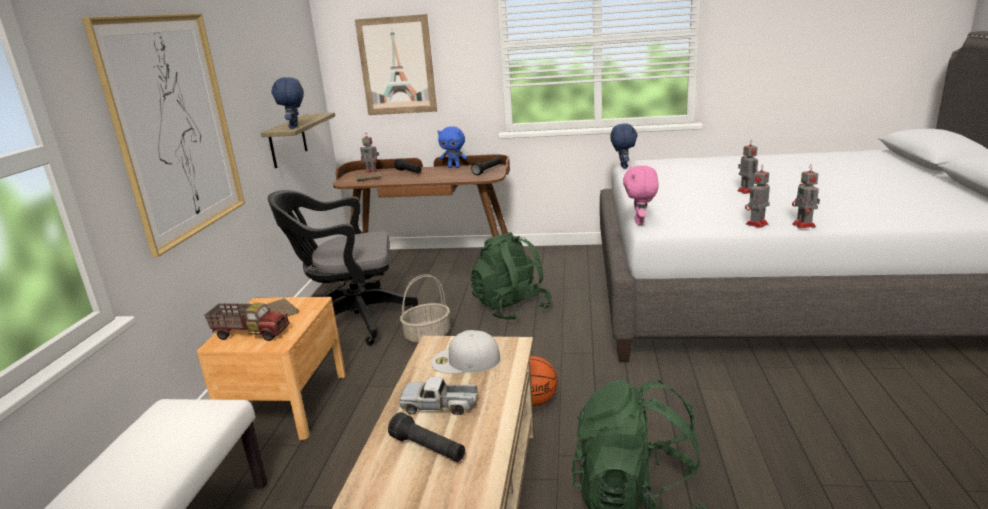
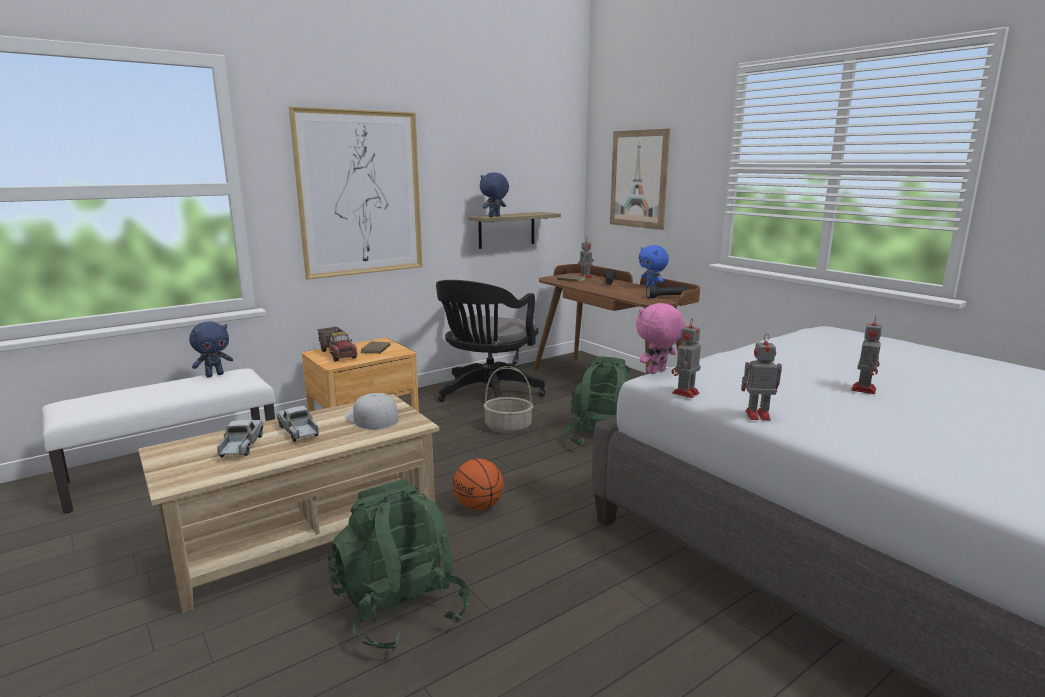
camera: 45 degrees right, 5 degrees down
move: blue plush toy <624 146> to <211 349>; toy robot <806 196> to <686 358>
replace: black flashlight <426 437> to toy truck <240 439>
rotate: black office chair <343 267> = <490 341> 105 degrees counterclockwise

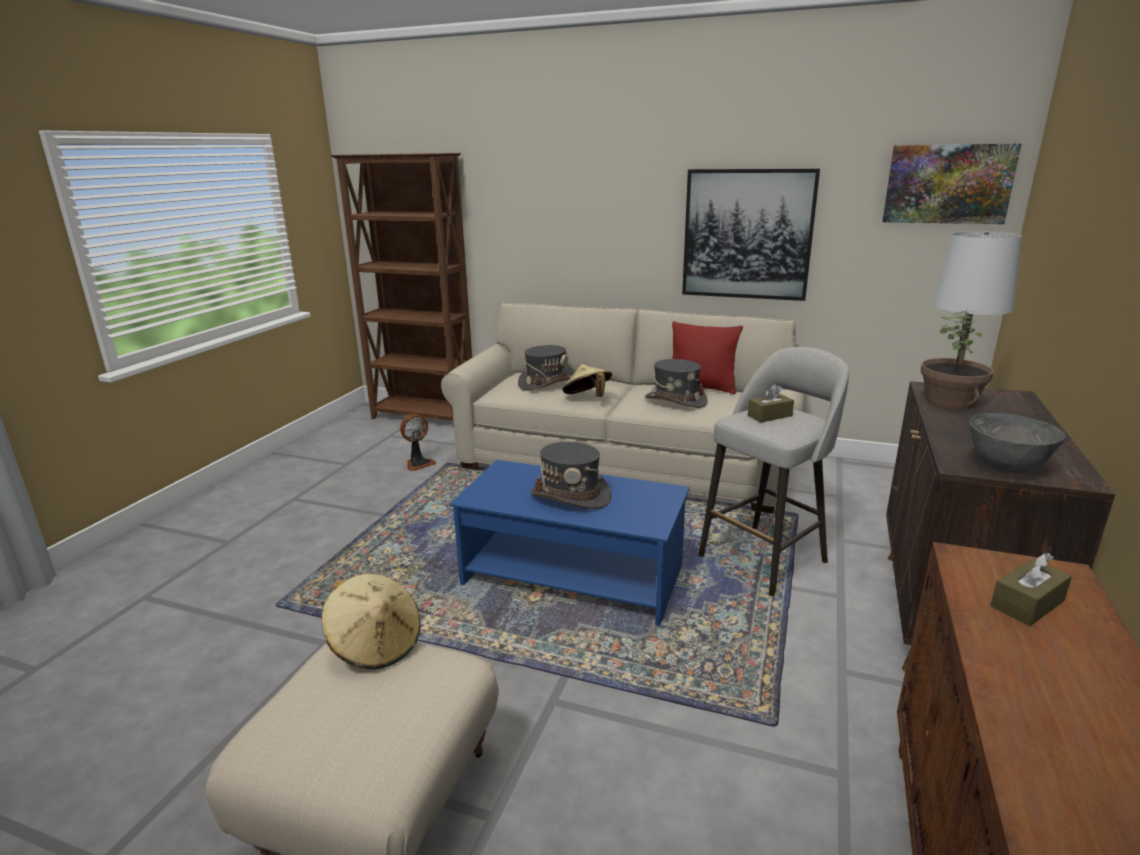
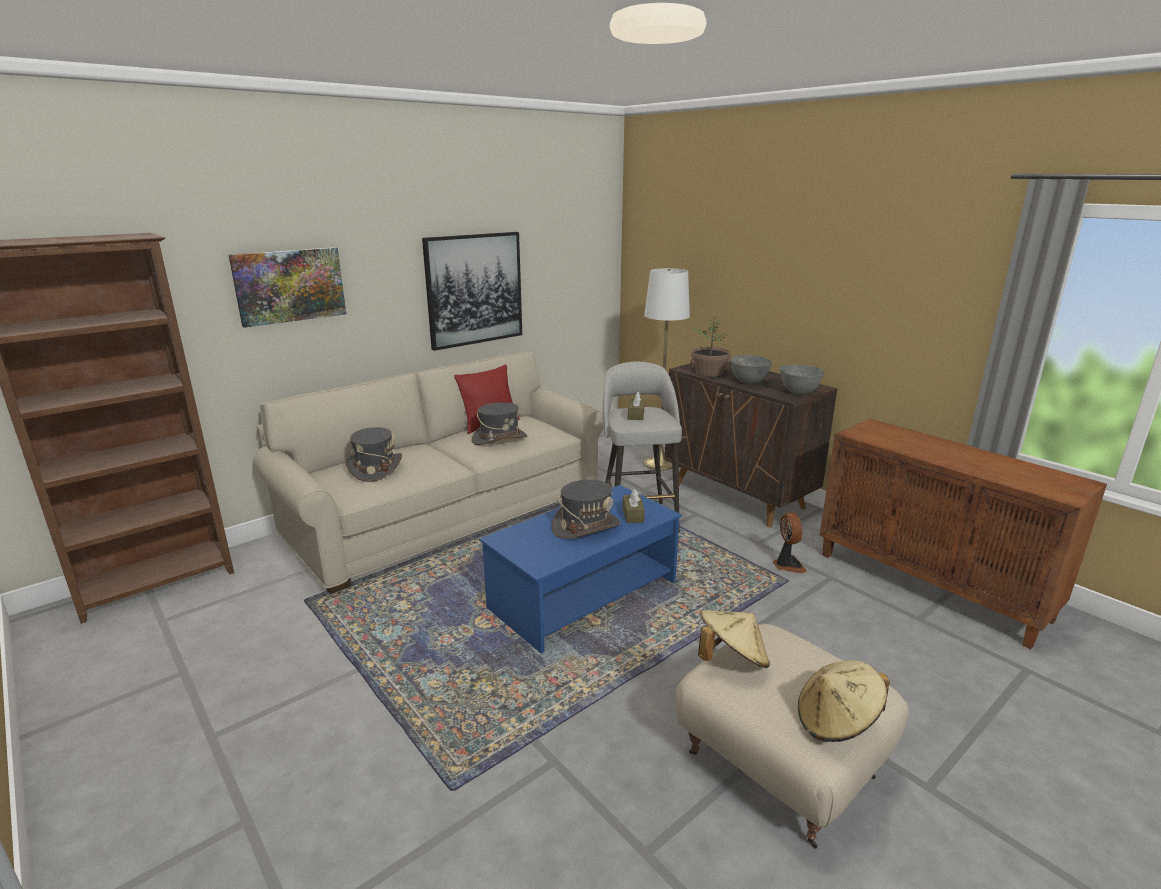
camera: 60 degrees left, 0 degrees up
insert: grey bowl <751 369>
move: picture <952 183> to <287 287>; beige hat <587 380> to <844 701>; fan <418 442> to <790 542>; brown tissue box <1031 589> to <634 506>

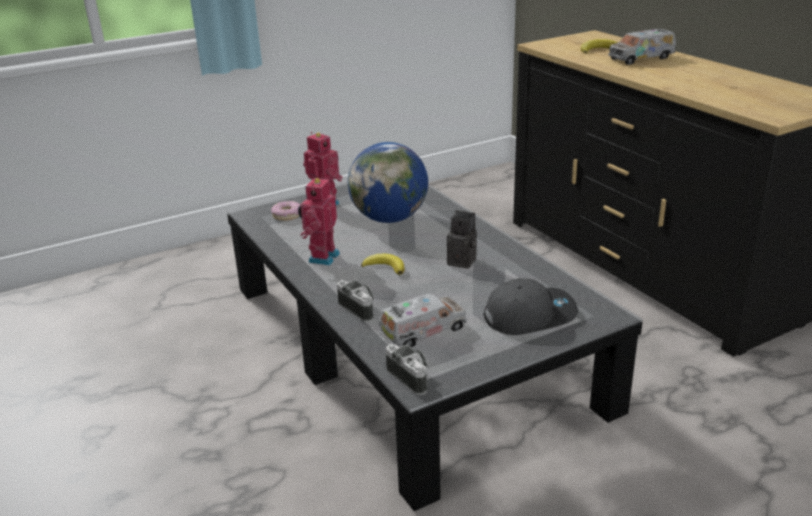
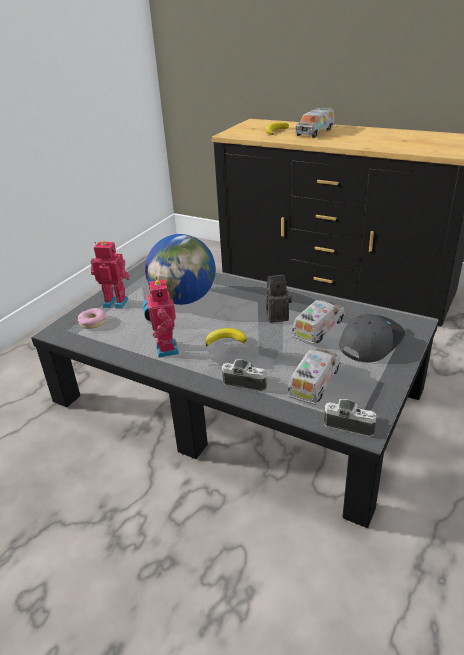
camera: 30 degrees left, 5 degrees up
insert: toy truck <318 322>

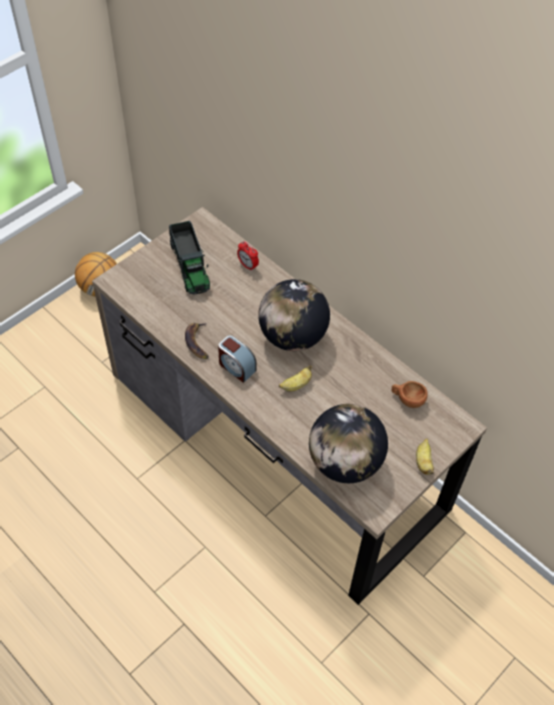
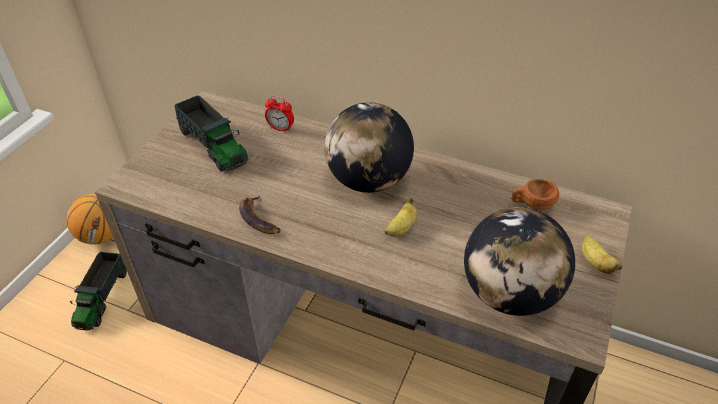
camera: 20 degrees left, 10 degrees down
delete: alarm clock <237 359>
insert: toy truck <98 291>

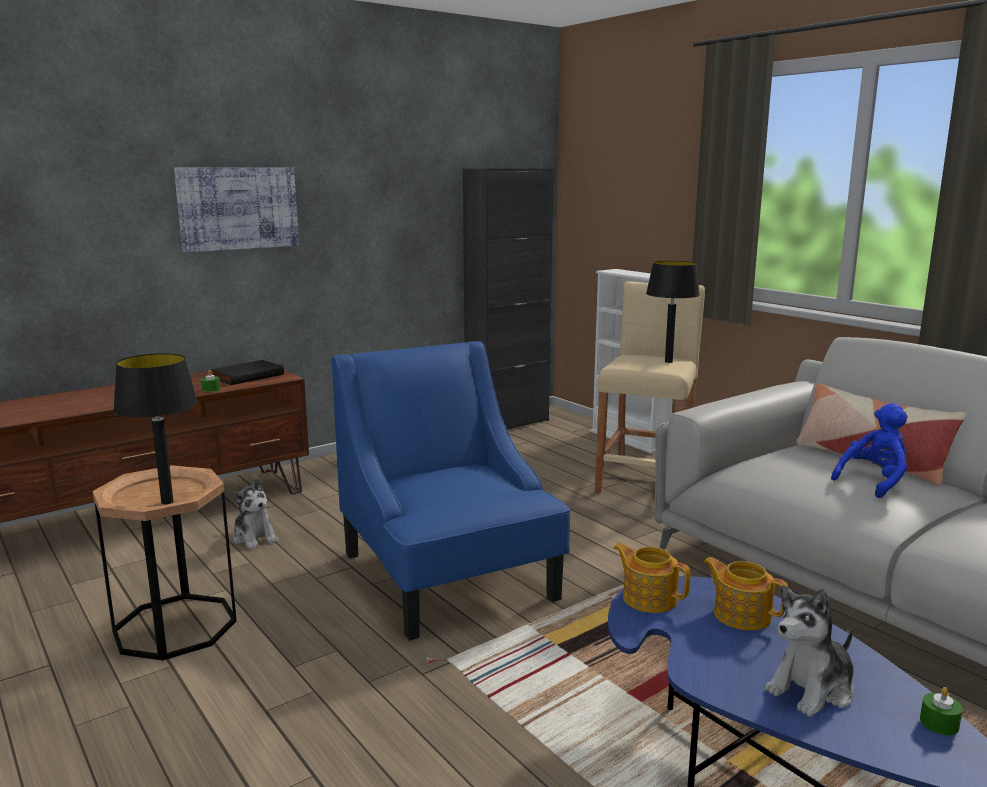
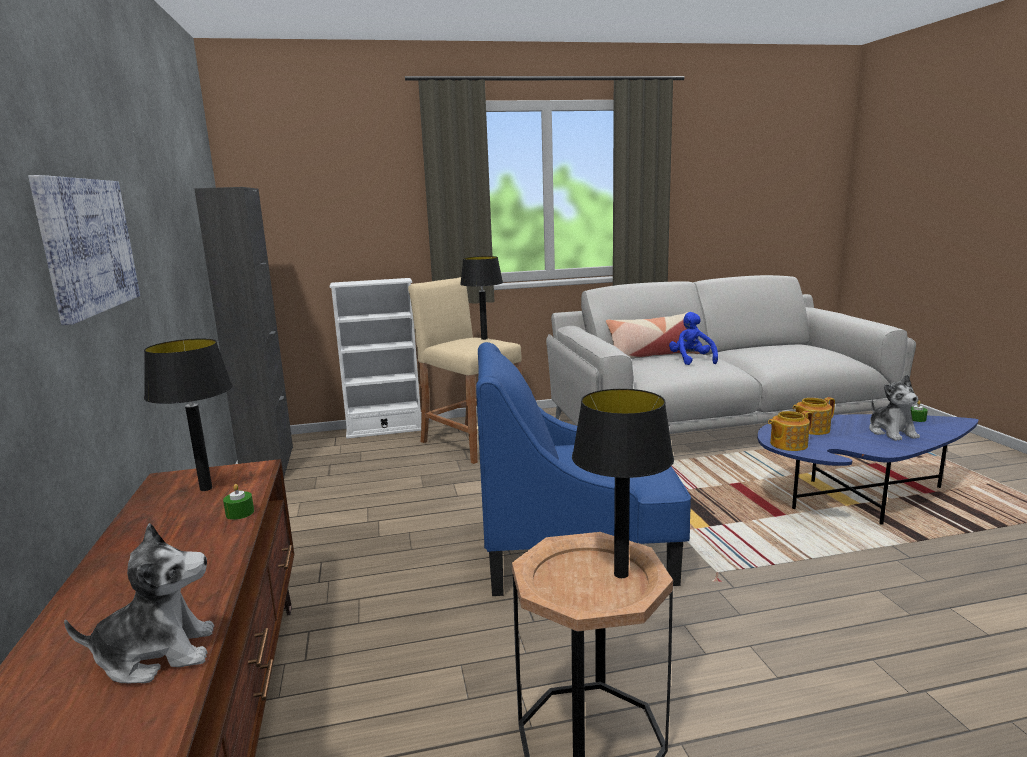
camera: 65 degrees left, 0 degrees up
move: plush toy <255 513> to <139 603>
replace: black book <247 372> to black table lamp <188 415>

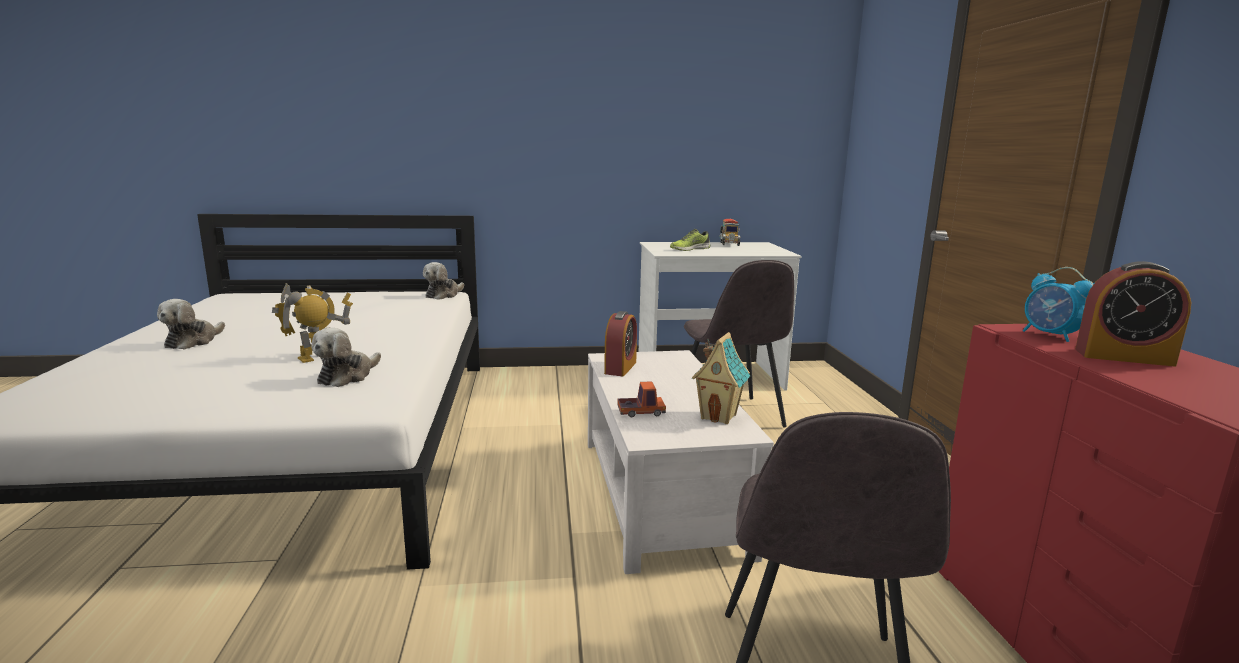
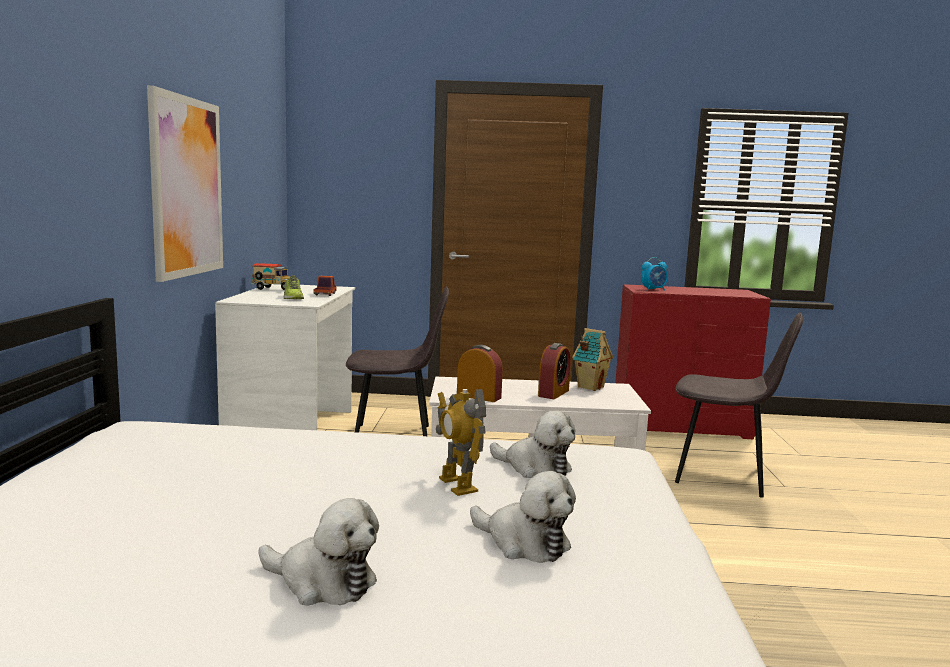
camera: 80 degrees left, 5 degrees down
insert: picture <185 183>
move: alarm clock <1133 314> to <554 371>; plush toy <443 280> to <523 517>; toy truck <641 399> to <325 286>

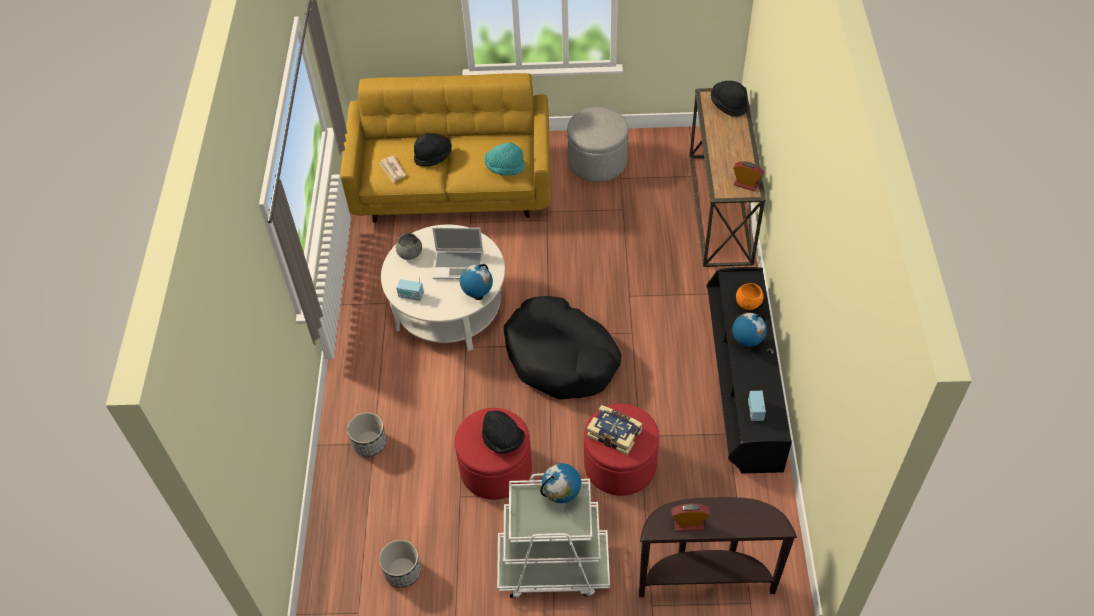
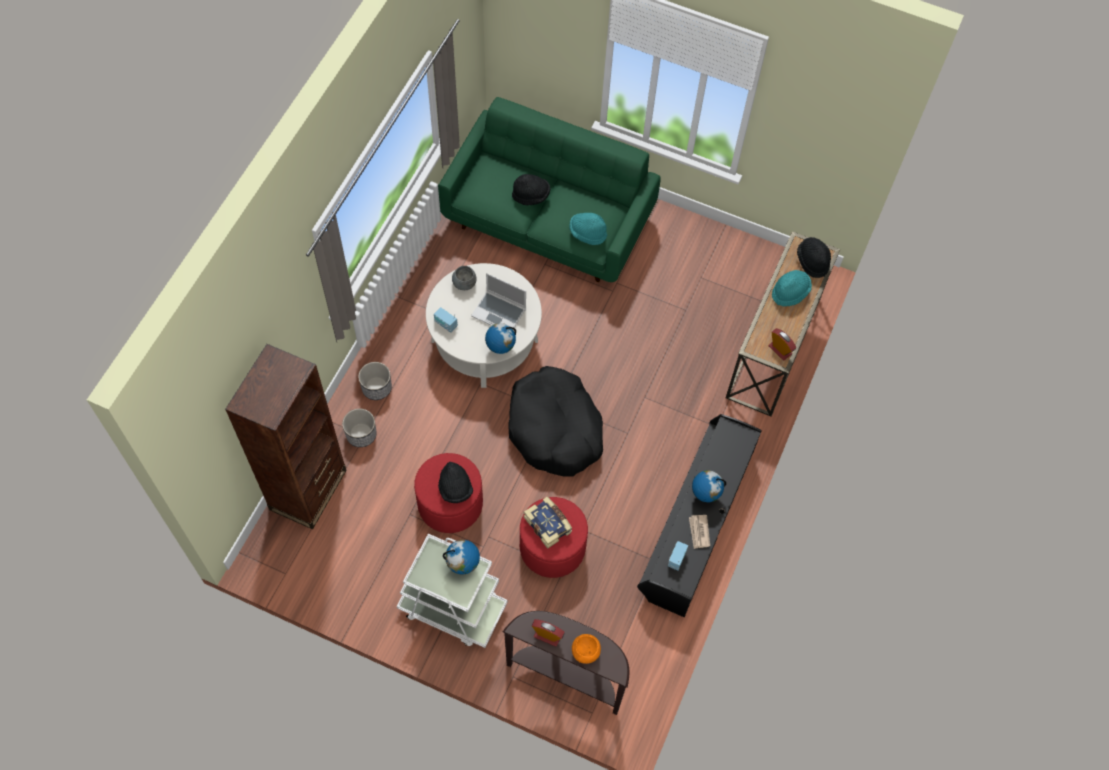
camera: 20 degrees right, 10 degrees up
delete: grey ottoman <597 144>
insert: turquoise hat <792 288>; brown bookcase <286 436>
move: newspaper <392 168> to <699 532>; orange bowl <750 296> to <586 649>; planter <400 564> to <375 381>
recolor: yellow sofa <445 148> to green sofa <549 189>

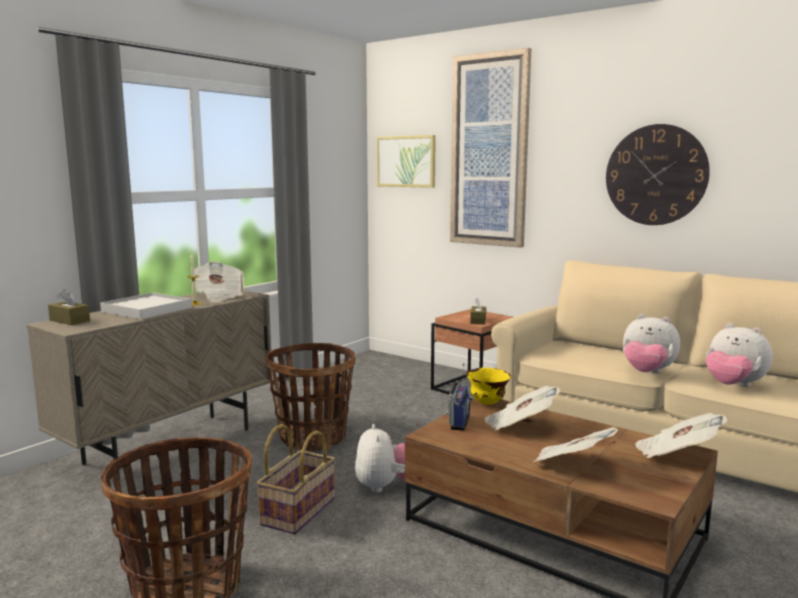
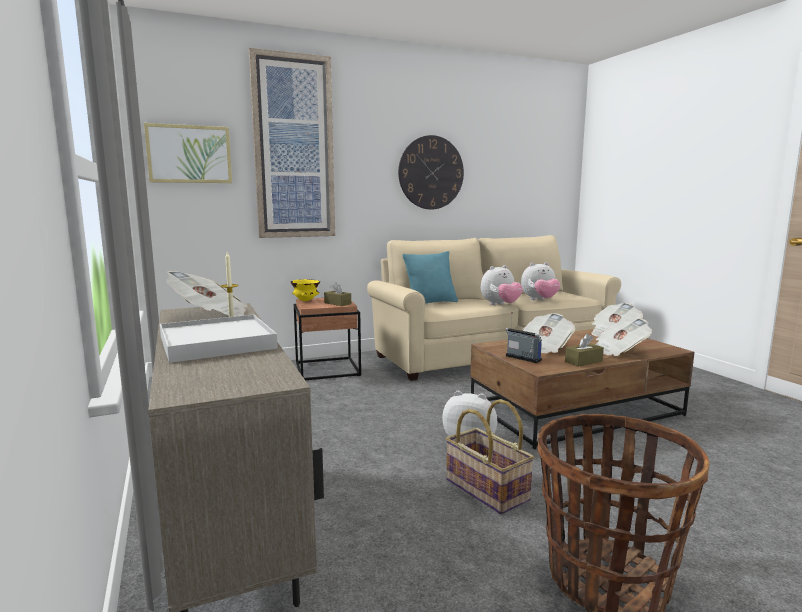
camera: 60 degrees left, 0 degrees up
delete: basket <310 397>
insert: turquoise pillow <430 277>
move: brown tissue box <69 307> to <584 350>; yellow bowl <488 386> to <305 290>

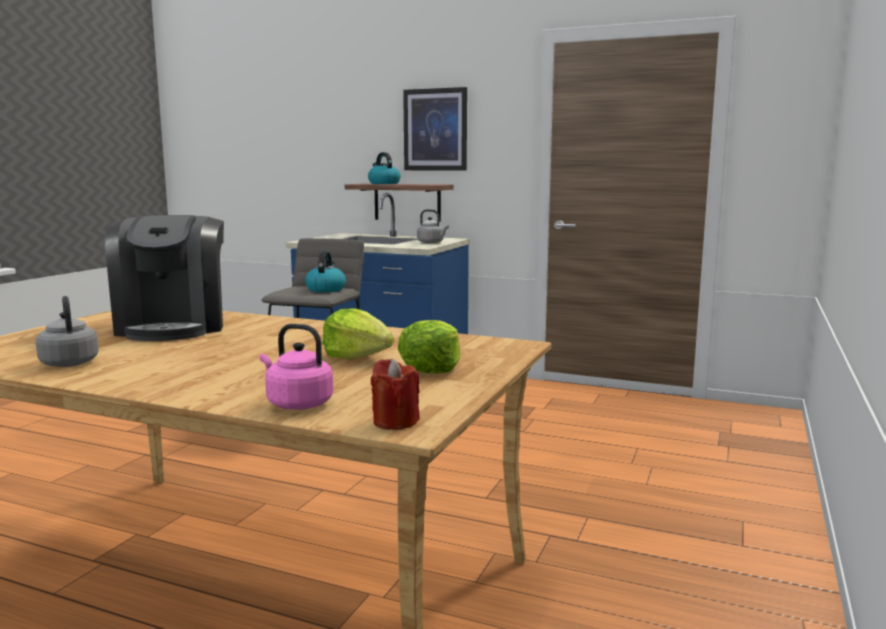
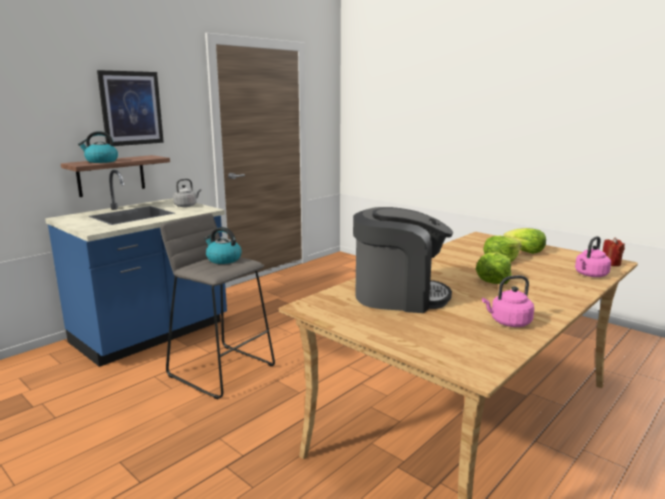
camera: 70 degrees left, 5 degrees up
insert: lettuce <494 268>
recolor: grey kettle <67 331> to pink kettle <508 301>

